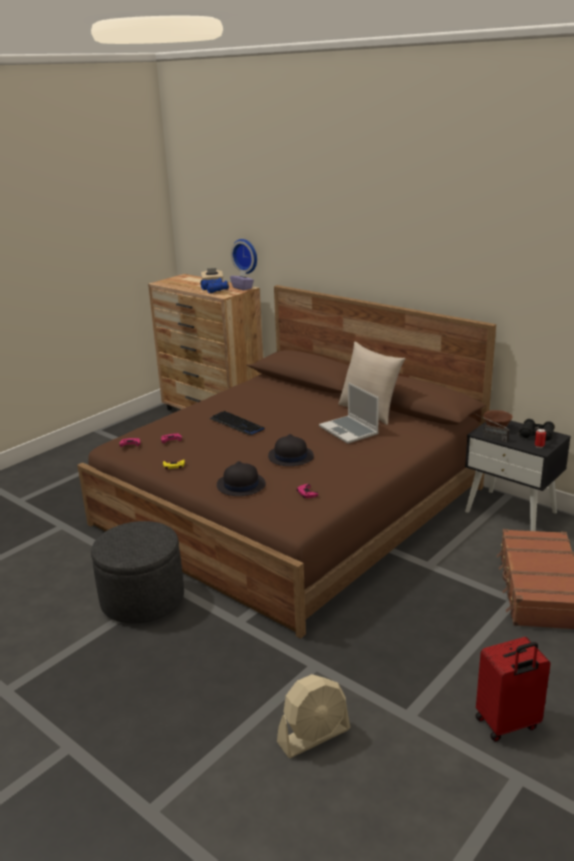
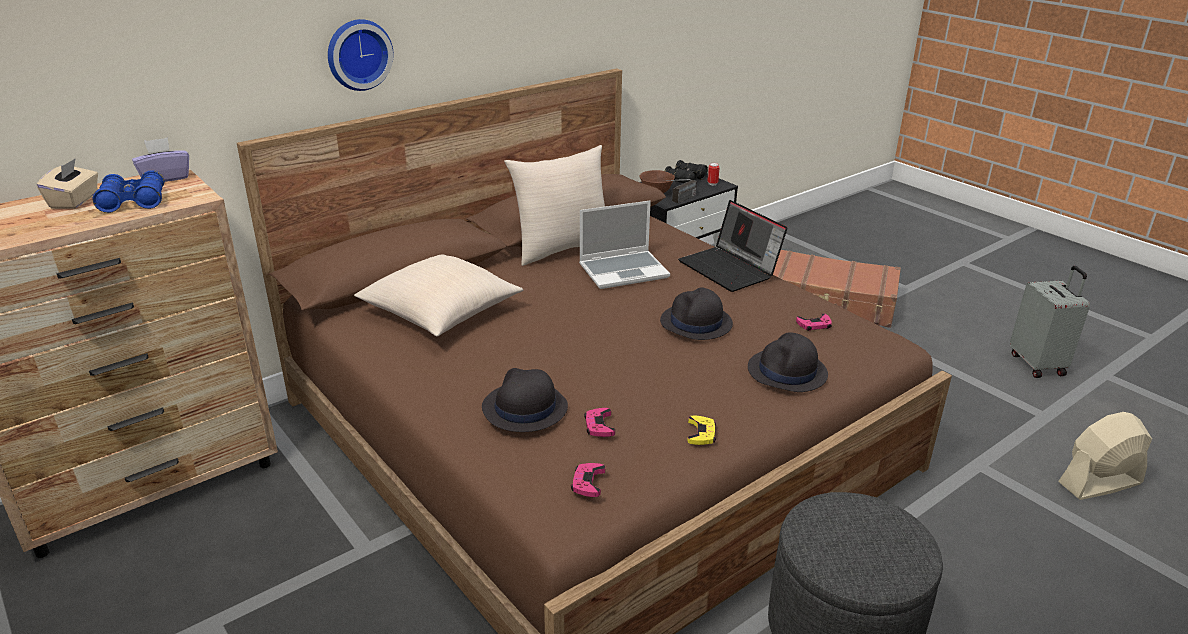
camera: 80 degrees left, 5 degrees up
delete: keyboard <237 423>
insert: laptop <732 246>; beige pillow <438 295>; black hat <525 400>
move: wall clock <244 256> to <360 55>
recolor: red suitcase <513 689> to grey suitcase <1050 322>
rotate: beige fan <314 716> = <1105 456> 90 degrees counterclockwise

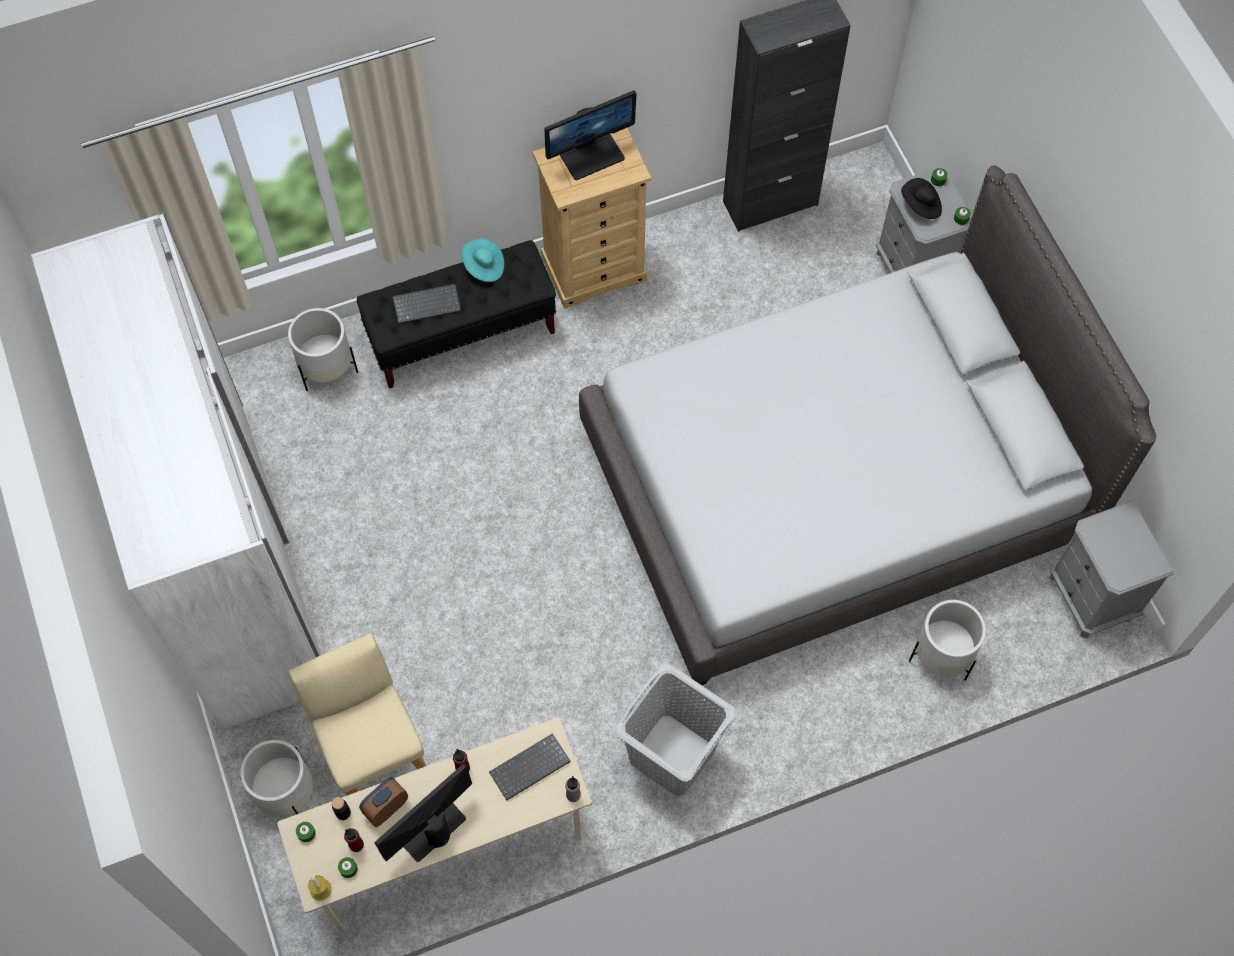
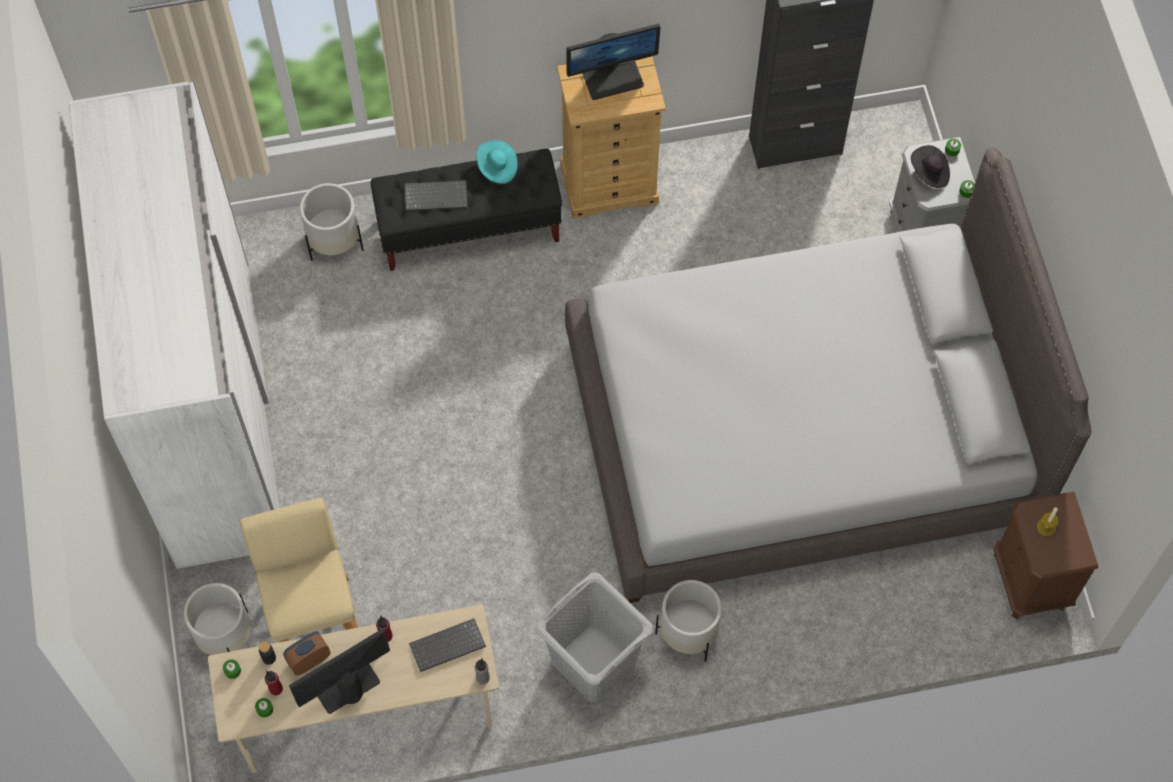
camera: 10 degrees right, 0 degrees up
move: white planter <947 640> to <688 621>; candle <320 887> to <1047 521>
recolor: grey nightstand <1111 569> to brown nightstand <1045 555>

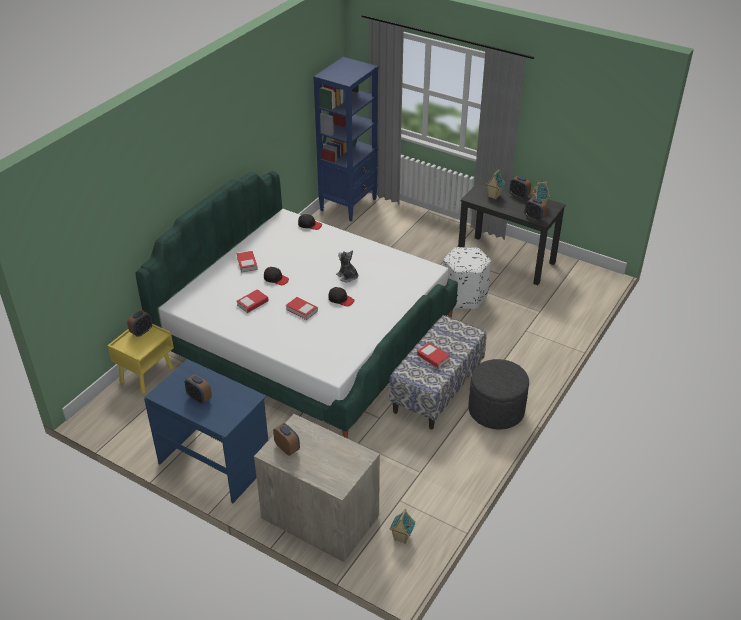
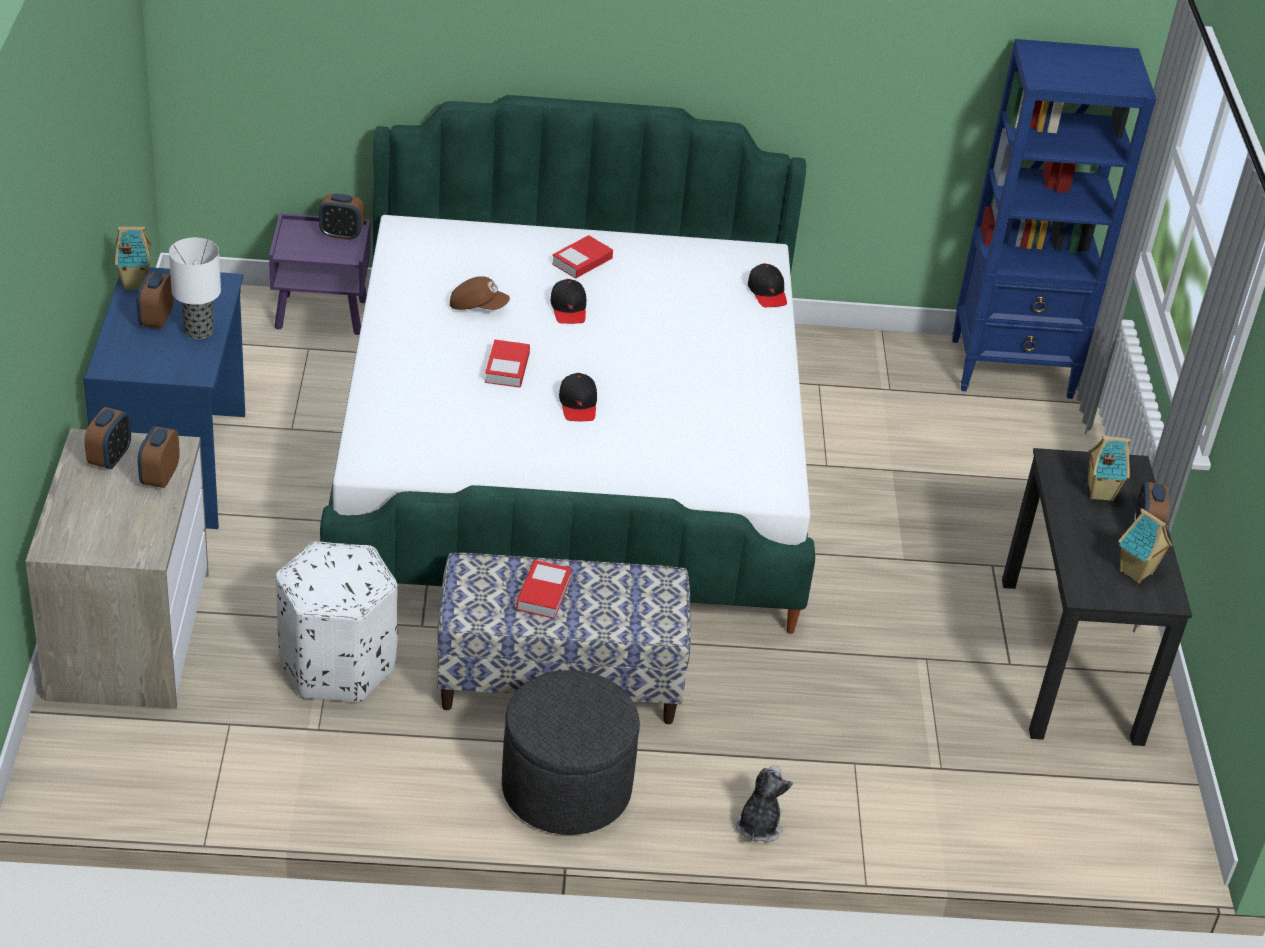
camera: 55 degrees right, 0 degrees up
insert: table lamp <195 288>
move: alarm clock <536 210> to <159 457>; white ottoman <467 278> to <337 621>; plush toy <347 266> to <764 804>; toy house <402 526> to <133 258>
replace: book <253 301> to brown cap <480 293>
recolor: yellow nightstand <140 359> to purple nightstand <320 274>

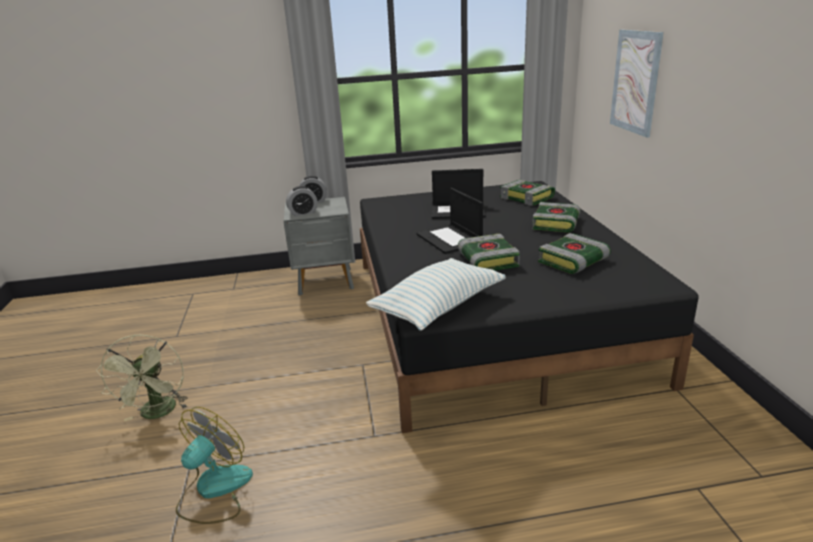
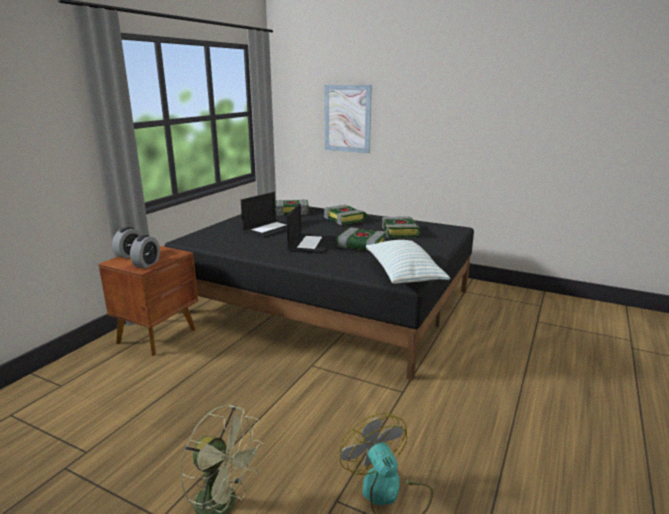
camera: 55 degrees left, 5 degrees down
recolor: grey nightstand <319 246> to brown nightstand <148 301>
rotate: laptop <450 221> = <309 229> 90 degrees counterclockwise

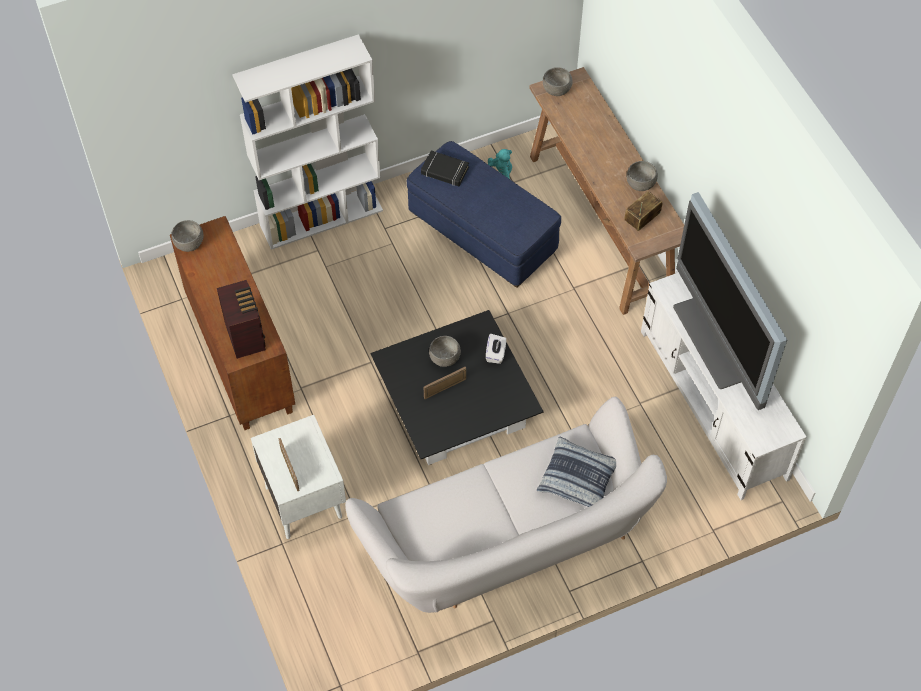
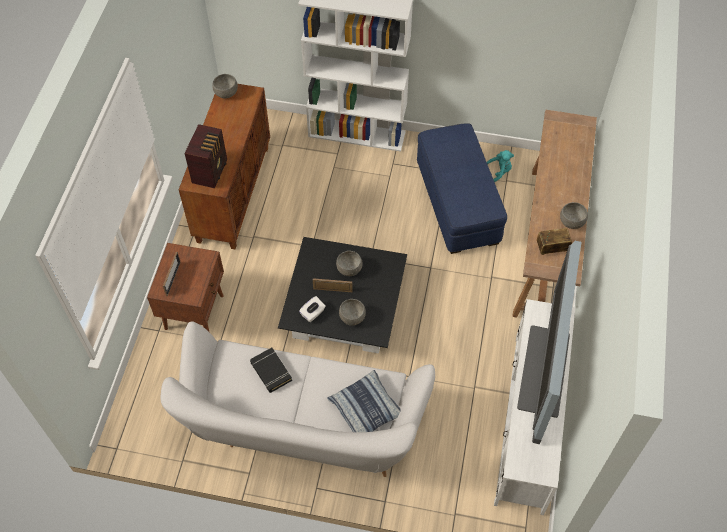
camera: 35 degrees right, 0 degrees up
move: grey bowl <558 81> to <352 312>; black book <445 168> to <271 370>; white tissue box <496 349> to <312 309>
recolor: white nightstand <298 477> to brown nightstand <185 288>

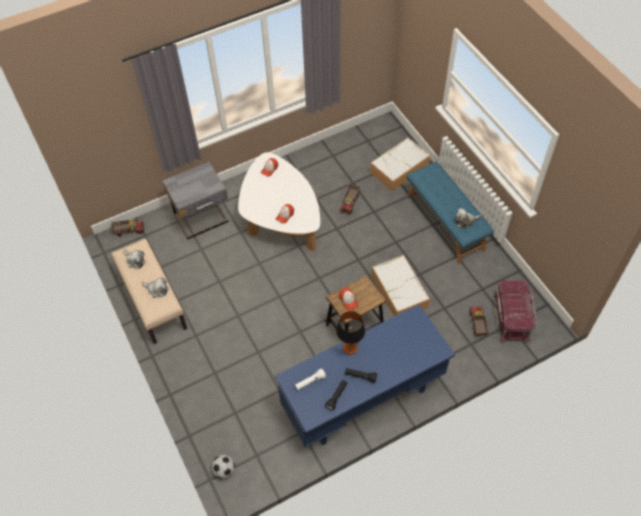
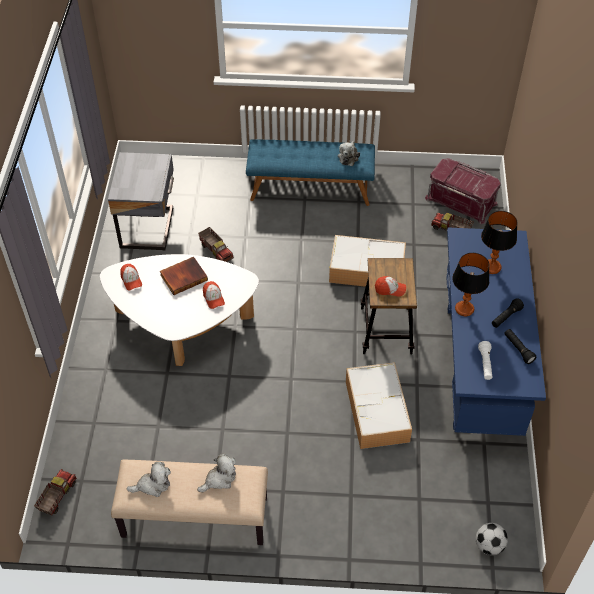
camera: 60 degrees left, 5 degrees down
insert: table lamp <499 242>; book <184 276>
move: storage box <400 164> to <379 405>; grey nightstand <195 200> to <141 201>

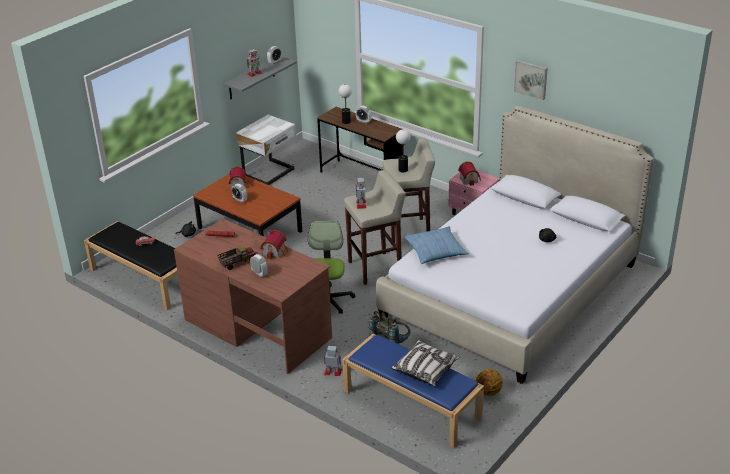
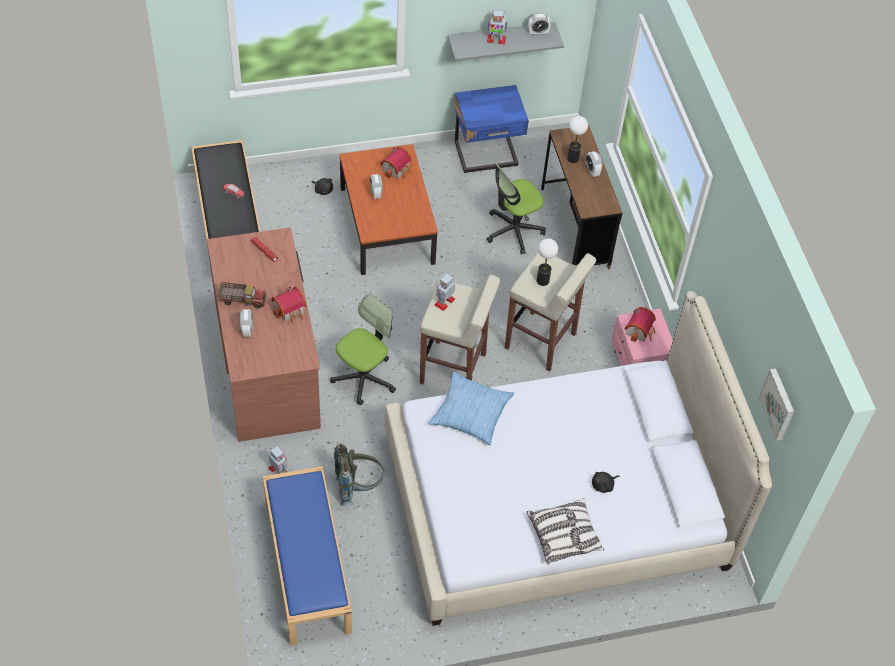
camera: 35 degrees right, 20 degrees up
delete: basketball <489 382>
insert: office chair <516 208>
move: picture <531 80> to <776 404>; pillow <425 363> to <565 531>
recolor: white nightstand <266 150> to blue nightstand <491 129>

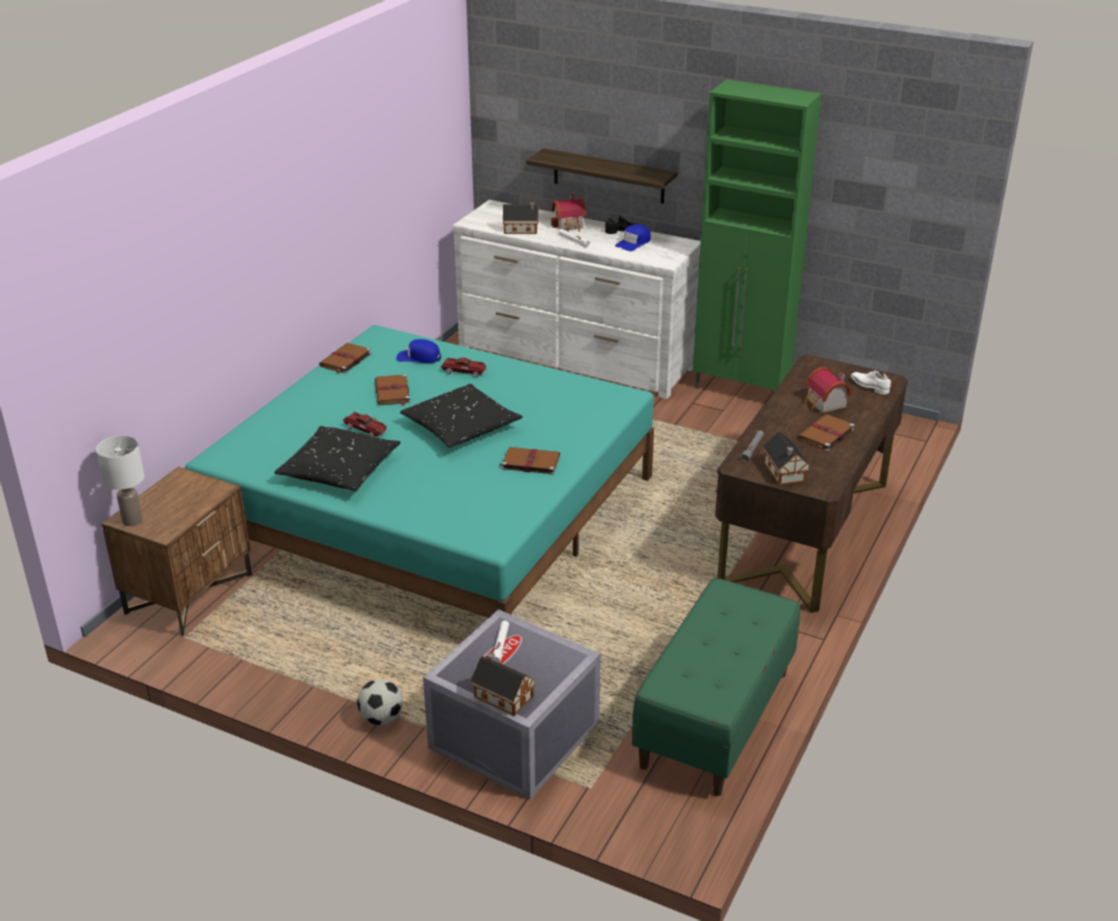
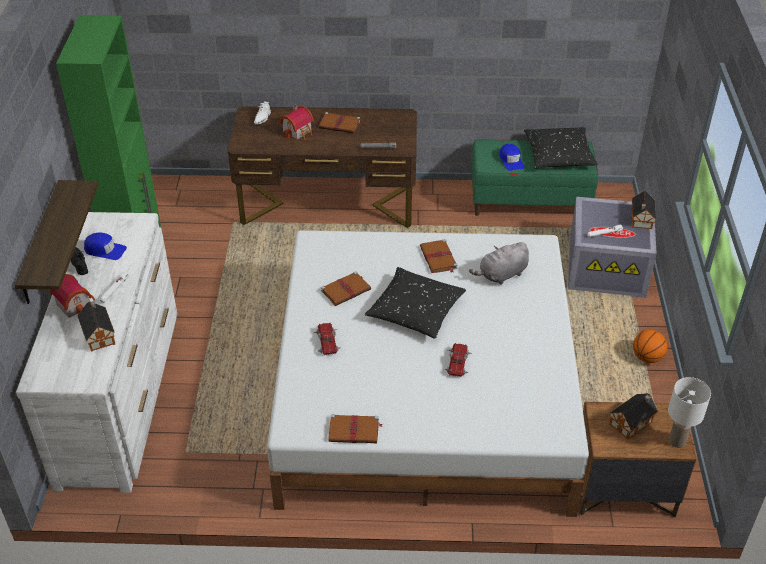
camera: 115 degrees left, 10 degrees up
delete: football <380 702>
insert: grey plush toy <499 263>; basketball <650 346>
move: blue cap <418 351> to <512 157>; brown book <393 390> to <346 288>; black pillow <337 458> to <561 147>; toy house <787 458> to <633 416>
recolor: turquoise bed <419 471> to white bed <428 373>

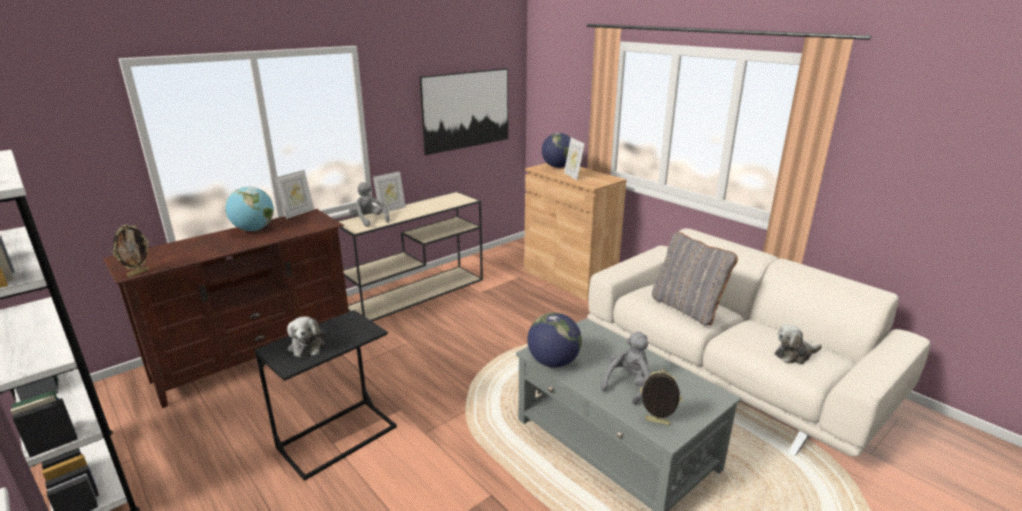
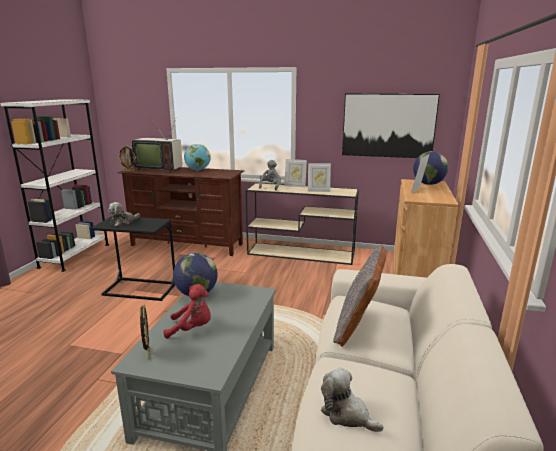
camera: 55 degrees right, 5 degrees down
insert: television <157 144>
move: picture frame <294 194> to <319 177>
recolor: grey plush toy <625 368> to red plush toy <187 311>

